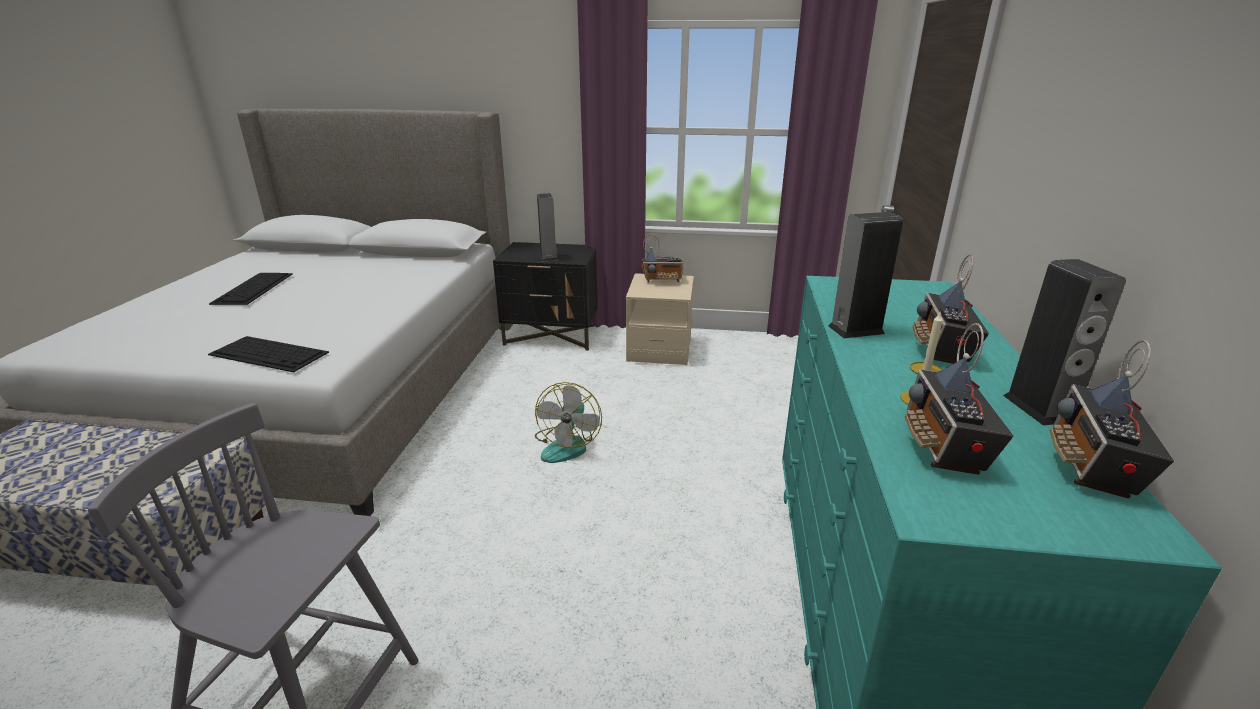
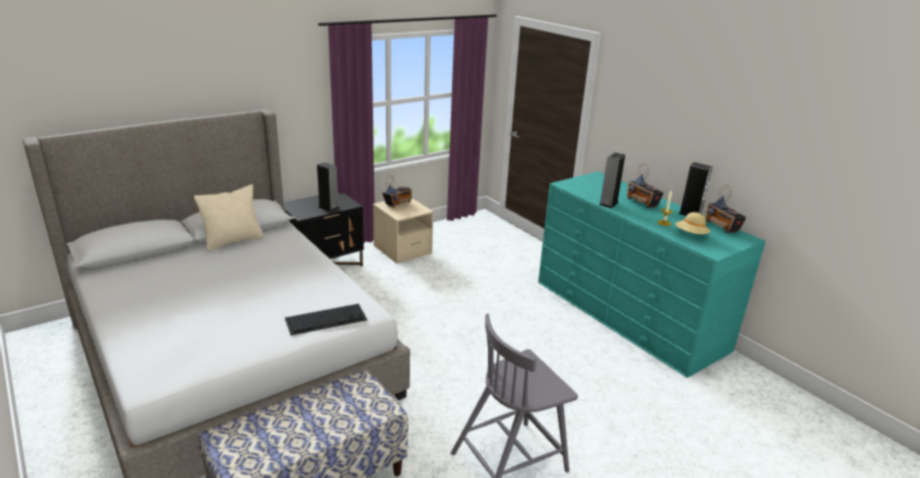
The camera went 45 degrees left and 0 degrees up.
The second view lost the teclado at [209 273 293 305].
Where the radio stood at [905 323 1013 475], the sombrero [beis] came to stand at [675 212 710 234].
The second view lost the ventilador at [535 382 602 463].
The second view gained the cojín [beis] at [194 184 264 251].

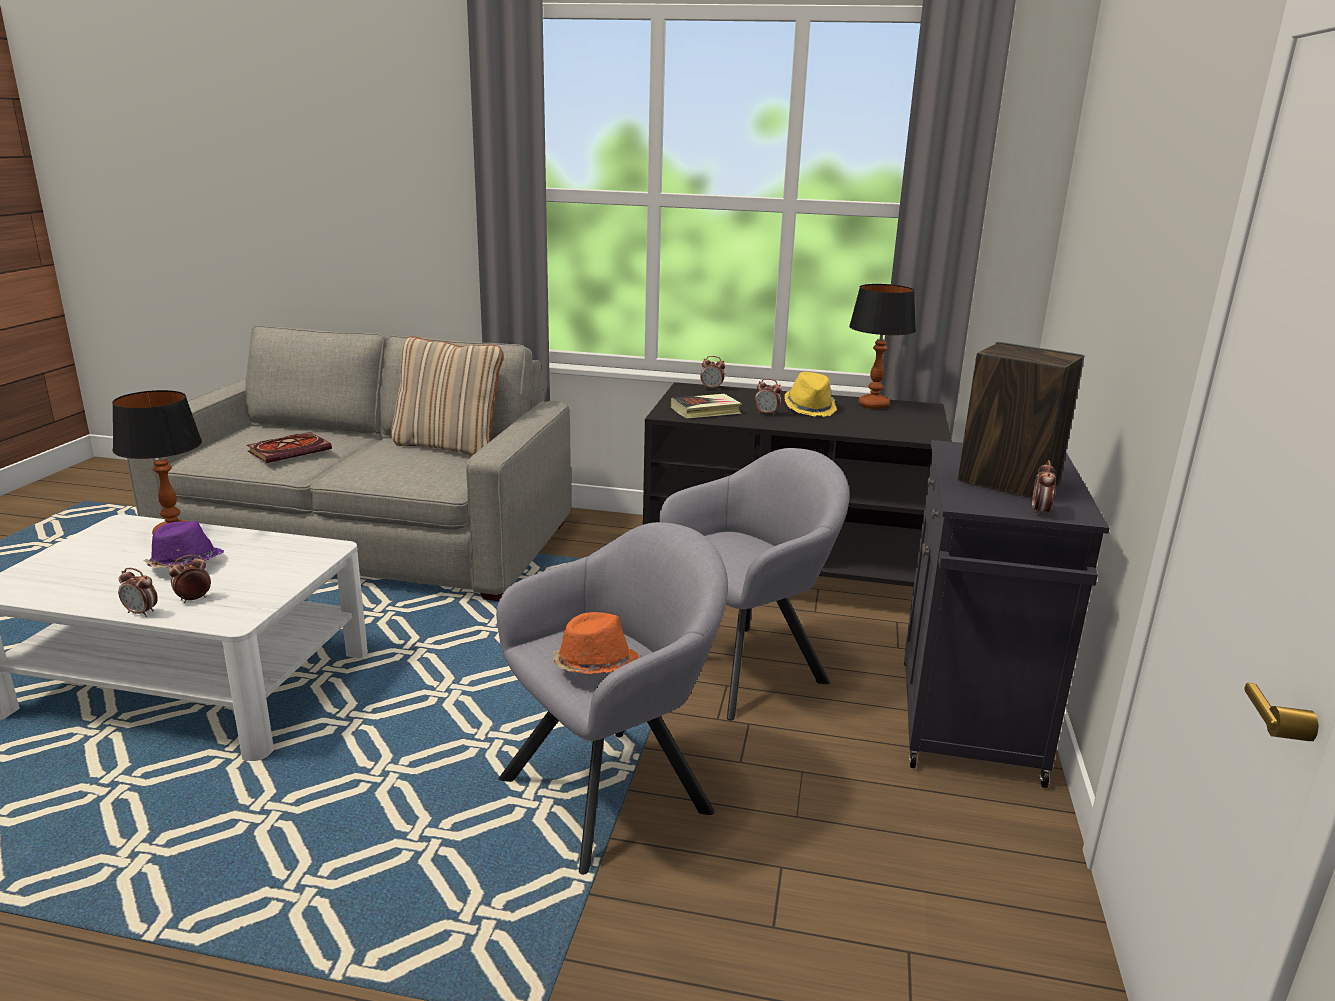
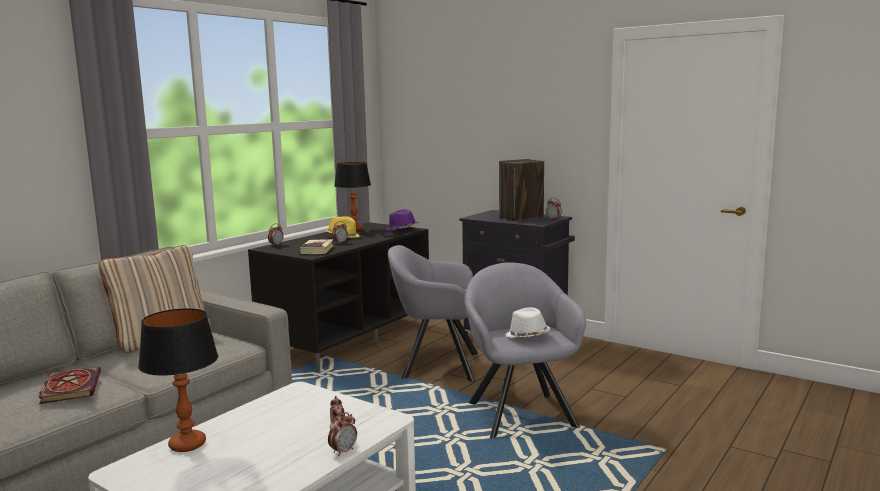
The camera went 65 degrees left and 10 degrees down.
The sillón [gris] at [659 448 849 721] ended up facing another way, 75 degrees counterclockwise from before.
The sombrero [morado] ended up elsewhere, having gone from [144 521 224 568] to [386 209 418 231].
What was the sombrero [naranja] at [553 612 640 674] turned into the sombrero [blanco] at [506 307 550 338].

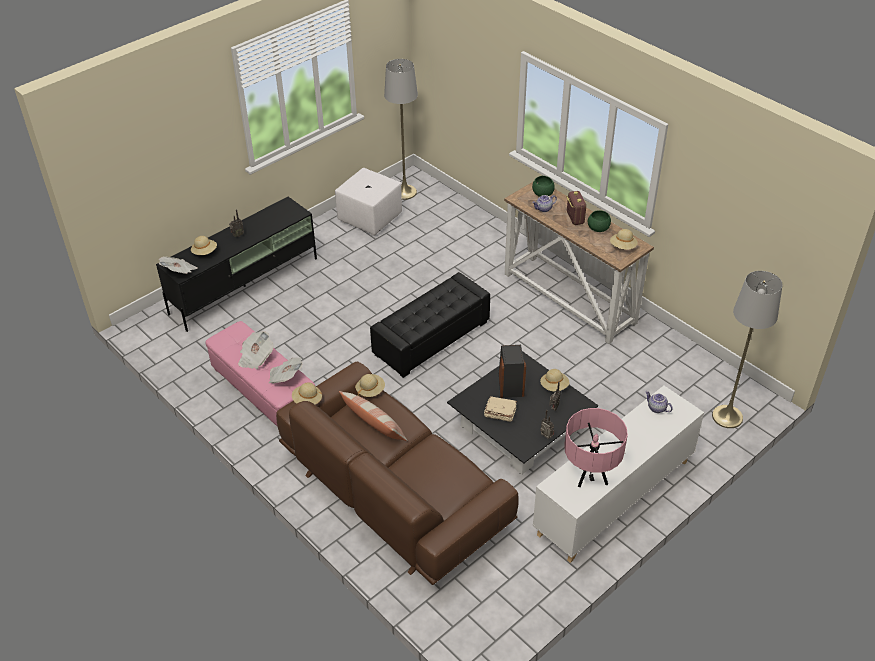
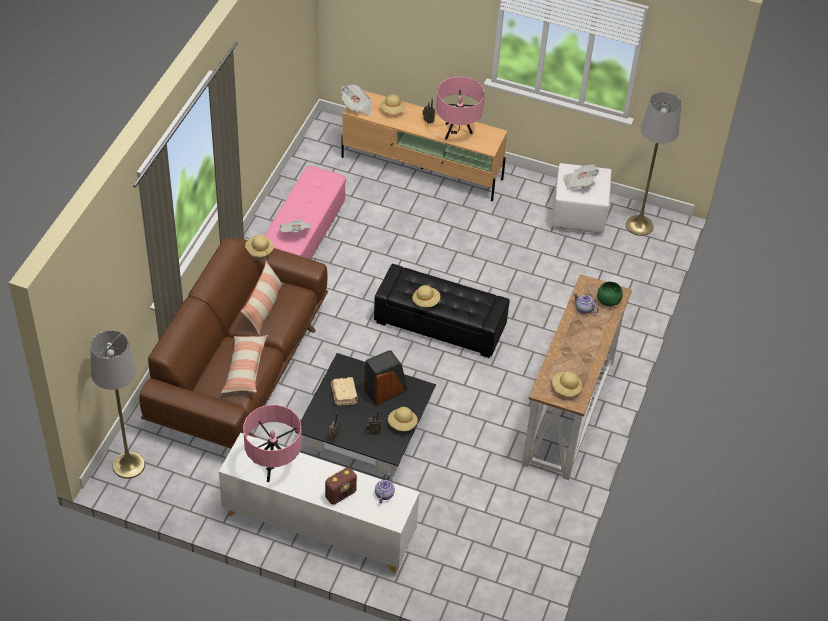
The camera went 60 degrees right and 5 degrees up.
The radio ended up elsewhere, having gone from [566 191 586 225] to [325 467 357 505].
What was the mueble de televisión [negro] at [156 197 317 332] turned into the mueble de televisión [beis] at [341 90 507 201].
The second view lost the cuenco [verde] at [587 210 611 232].
The lámpara de pie [gris] ended up elsewhere, having gone from [712 271 783 428] to [90 330 145 479].
The periódico ended up elsewhere, having gone from [238 331 273 369] to [563 165 599 189].
The sombrero [beis] ended up elsewhere, having gone from [355 374 385 397] to [412 285 440 307].
The second view gained the lámpara de mesa [rosa] at [436 77 485 140].
The second view gained the cojín at [221 335 268 393].

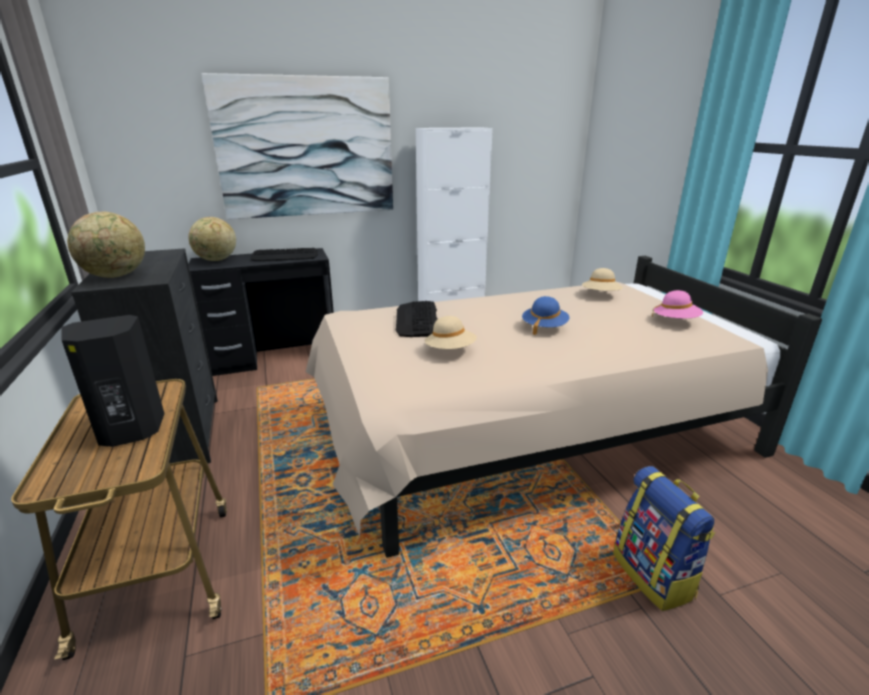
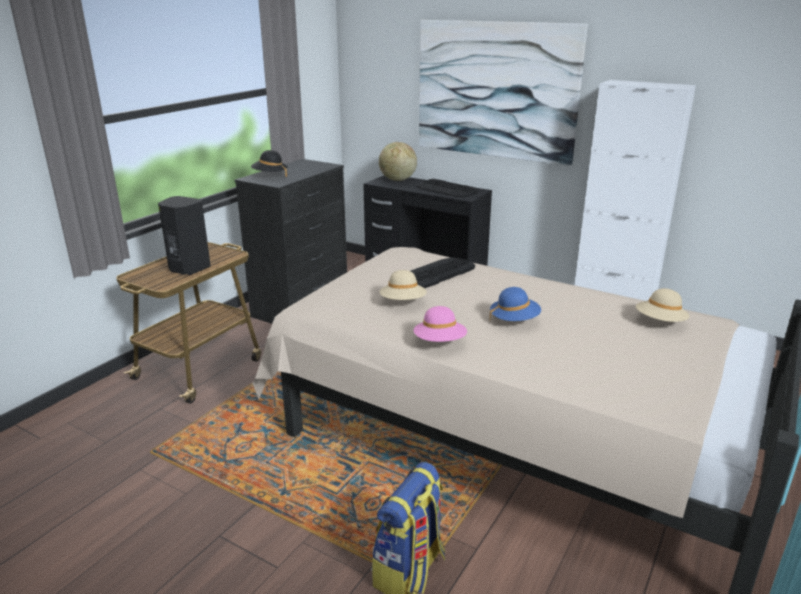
The camera went 50 degrees right and 0 degrees up.
Where the globo terráqueo stood at [67 211 145 278], the sombrero [negro] came to stand at [251 150 288 177].
The sombrero [rosa] ended up elsewhere, having gone from [652 290 703 318] to [414 306 467 342].

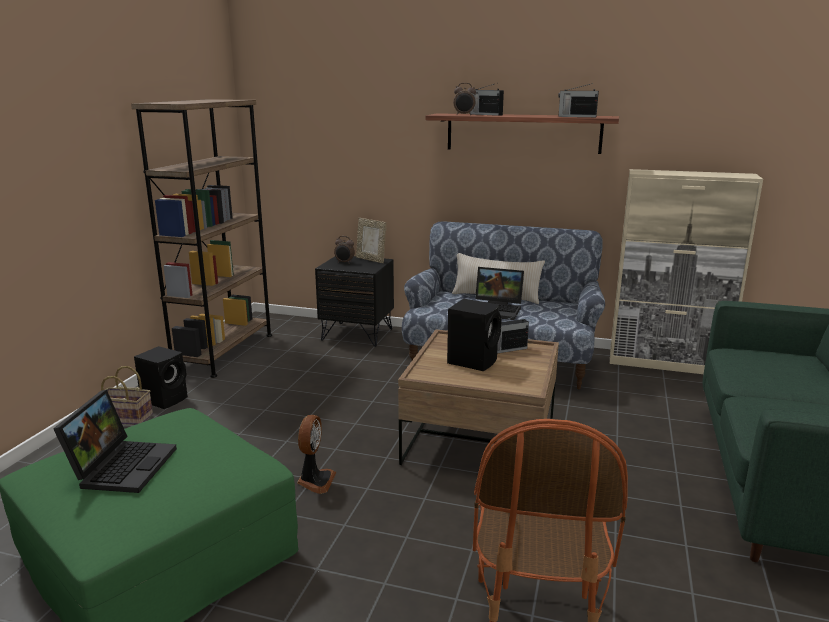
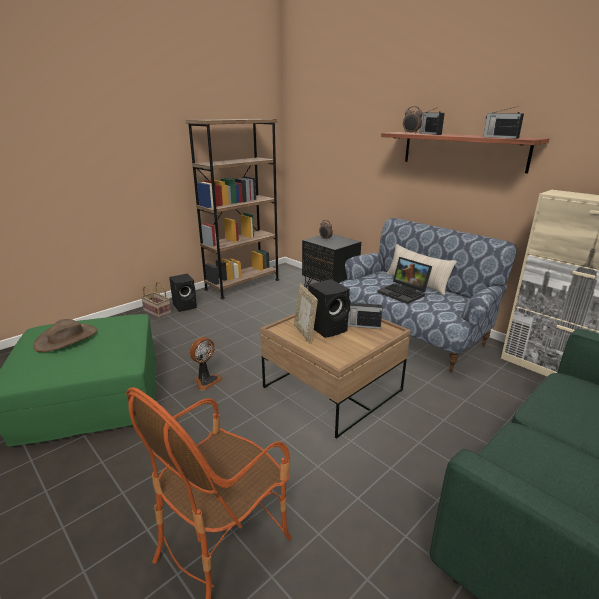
The camera went 30 degrees right and 5 degrees up.
The portarretratos ended up elsewhere, having gone from [356 218 387 263] to [294 284 318 344].
Where the portátil stood at [53 389 177 493], the sombrero [marrón] came to stand at [33 319 98 352].

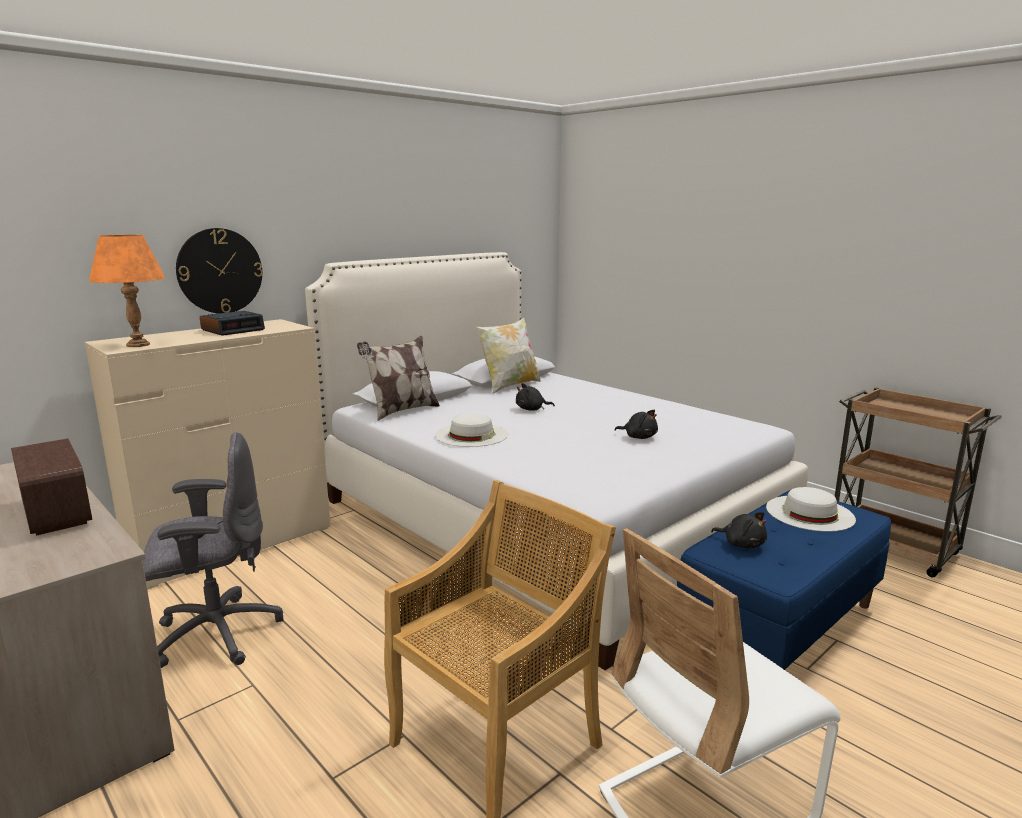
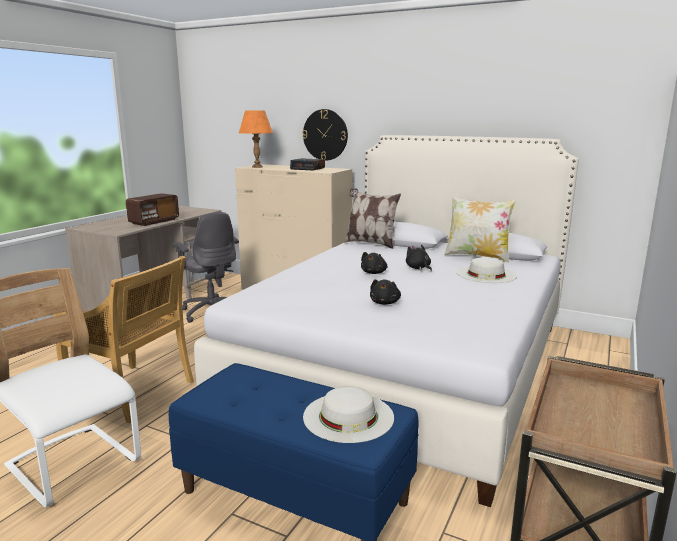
The camera went 70 degrees right and 0 degrees up.
The sombrero [blanco] ended up elsewhere, having gone from [435 413 508 447] to [457 257 517 283].
The peluche [negro] ended up elsewhere, having gone from [711 512 767 548] to [361 252 387 274].

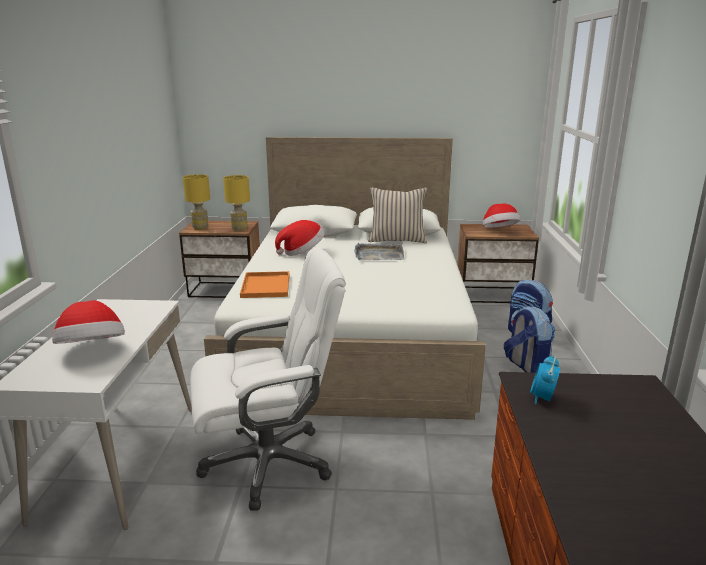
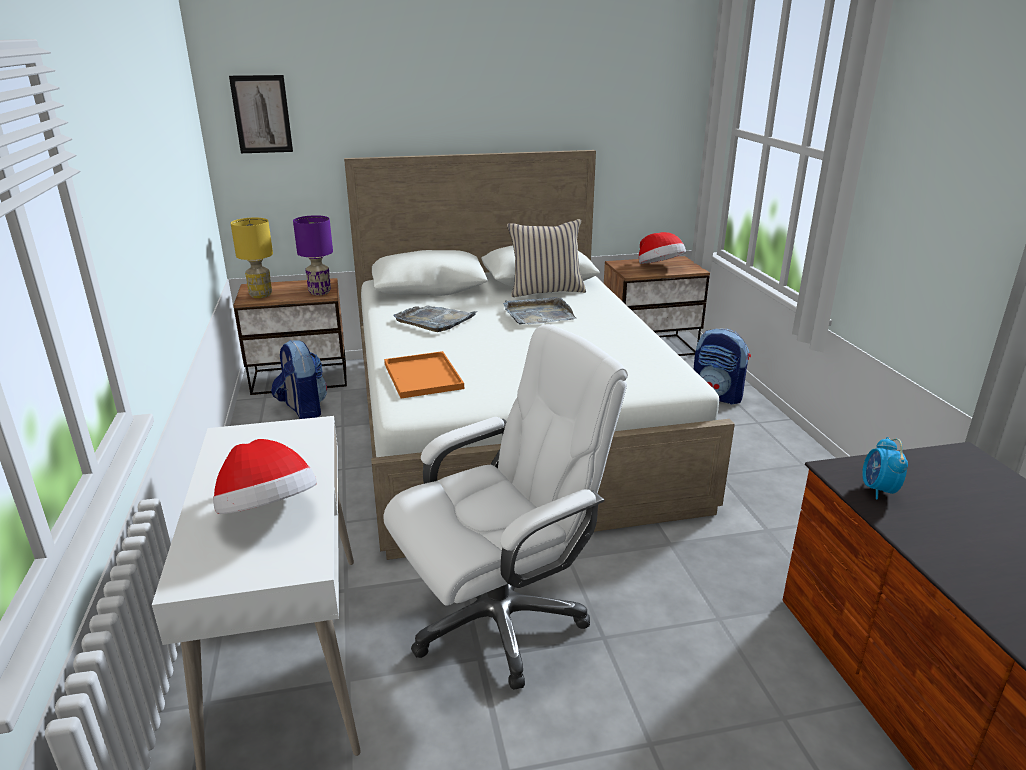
The camera went 15 degrees left and 5 degrees up.
What was the lámpara de mesa [amarillo] at [223 175 250 231] turned into the lámpara de mesa [morado] at [293 215 333 295].
Where the sombrero stood at [275 220 325 256], the bandeja [gris] came to stand at [393 306 478 332].
The mochila ended up elsewhere, having gone from [504 306 555 373] to [271 340 327 419].
The second view gained the cuadro at [229 75 293 153].

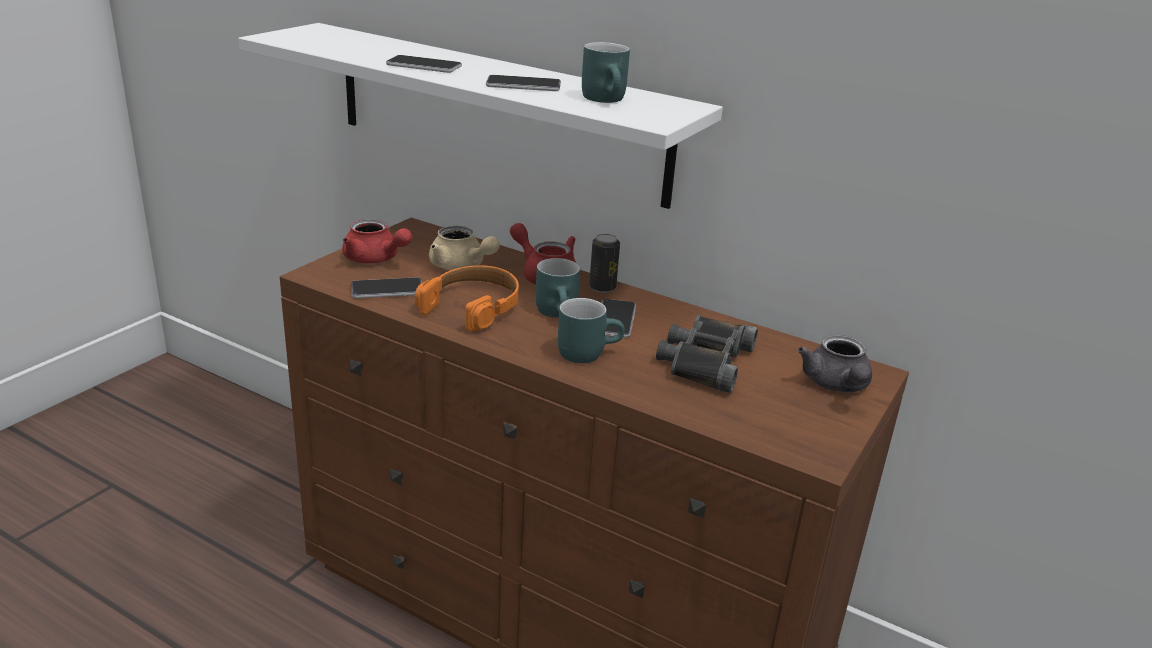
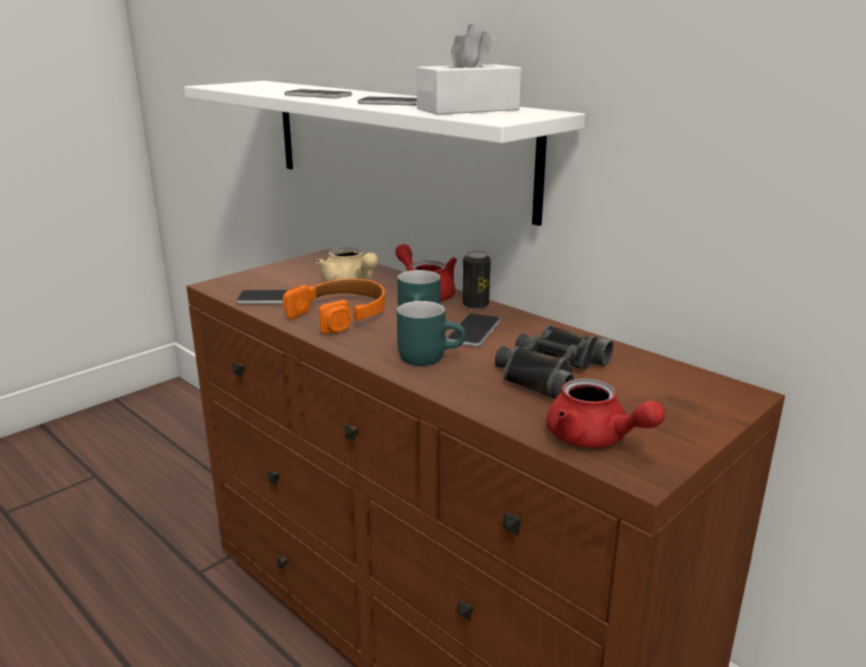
The camera went 15 degrees right and 5 degrees down.
Where the taza grande [turquesa] stood at [582 42 630 103], the caja de pañuelos [blanco] came to stand at [416 24 521 115].
The tetera [rojo] ended up elsewhere, having gone from [342 219 412 264] to [546 378 665 448].
The second view lost the tetera [gris] at [798 335 872 392].

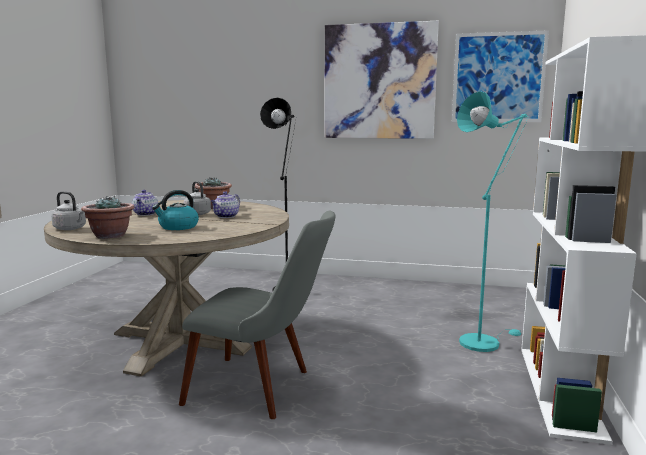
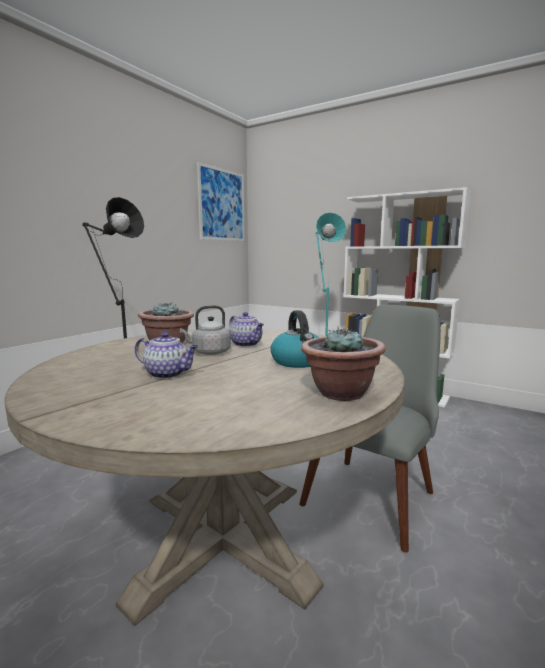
The camera went 70 degrees left and 0 degrees up.
The second view lost the cuadro at [325 21 439 139].
The second view lost the hervidor [gris] at [52 191 86 230].

